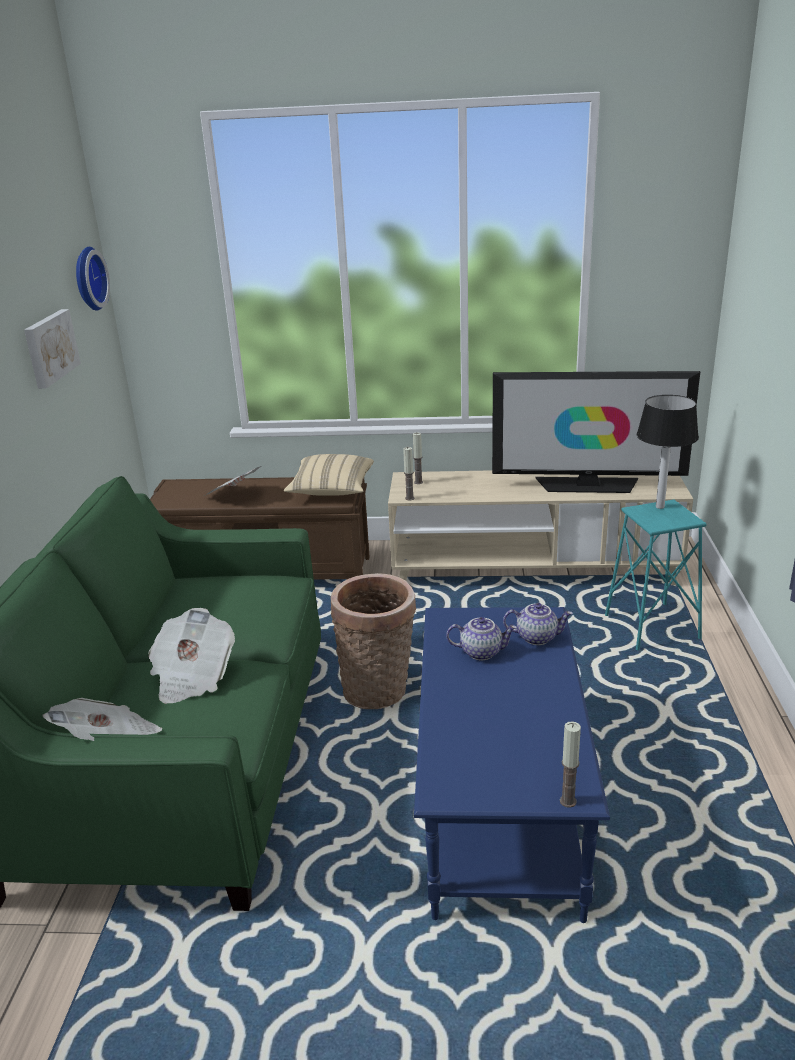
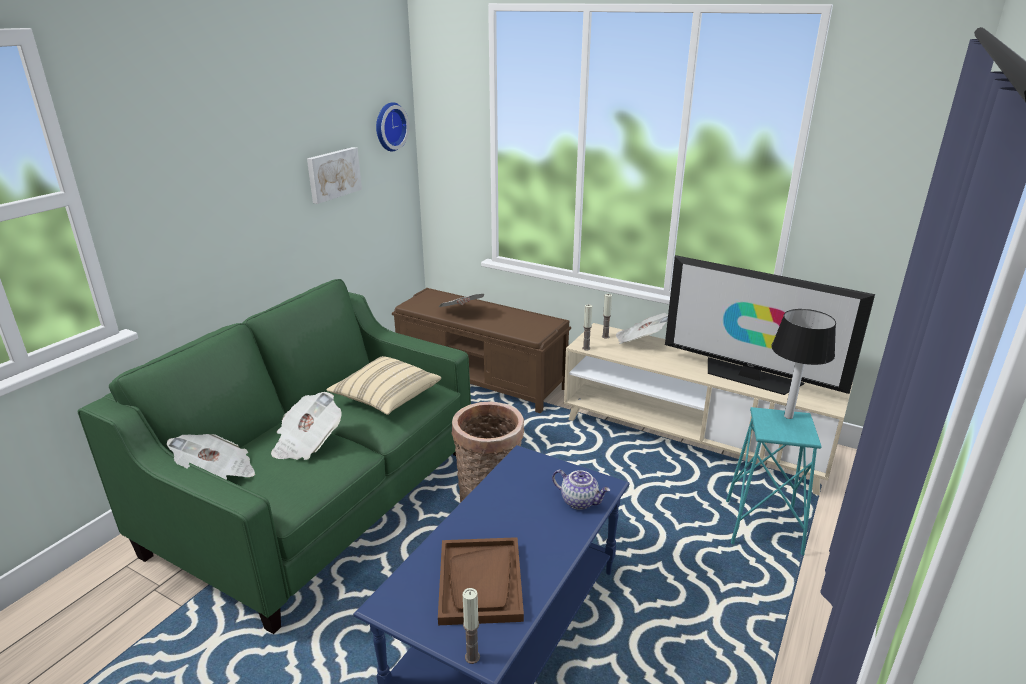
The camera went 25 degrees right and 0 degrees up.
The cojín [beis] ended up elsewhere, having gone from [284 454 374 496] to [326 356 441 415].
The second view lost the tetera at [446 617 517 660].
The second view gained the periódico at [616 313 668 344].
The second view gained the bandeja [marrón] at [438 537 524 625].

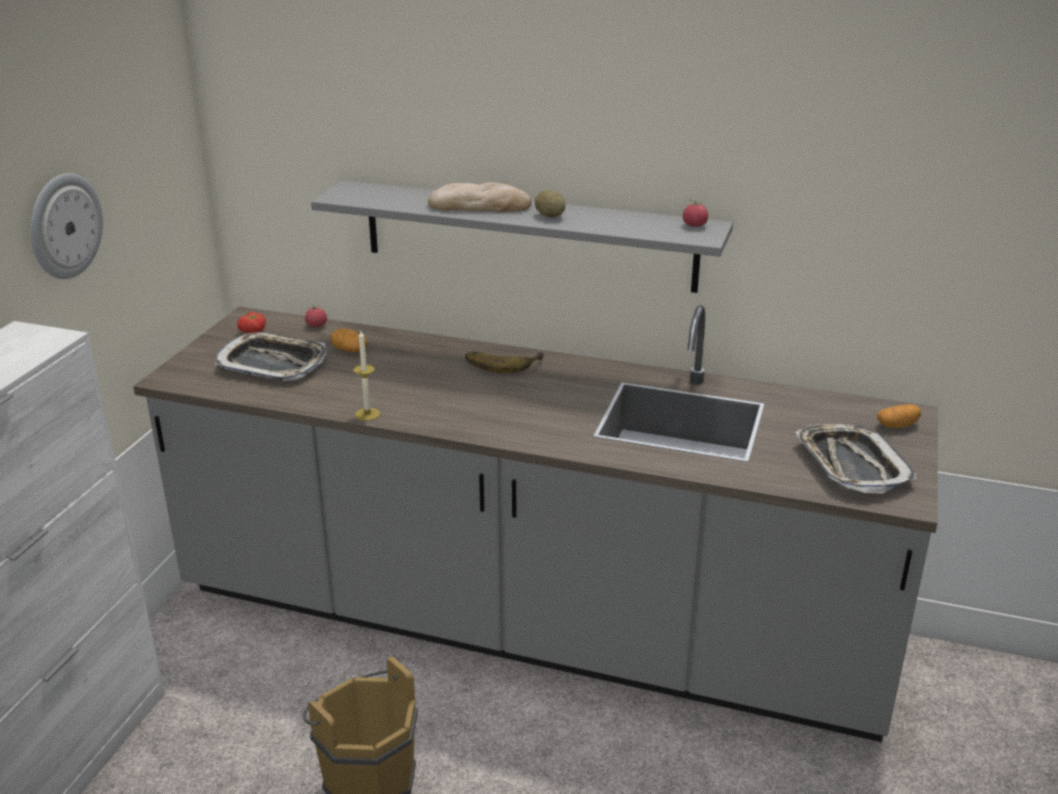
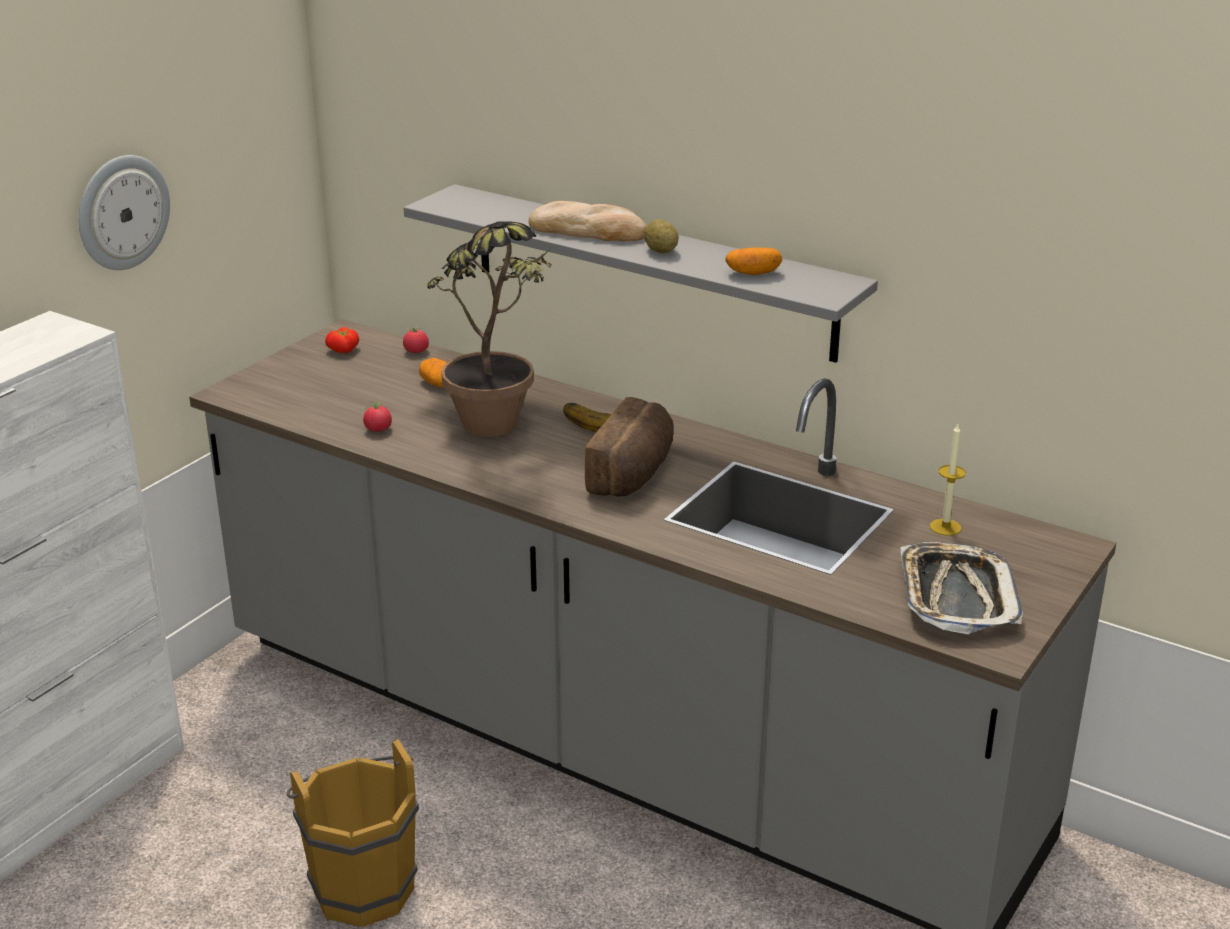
The camera went 15 degrees right and 0 degrees up.
The tomate ended up elsewhere, having gone from [683 200 708 227] to [363 401 392 432].
The vela ended up elsewhere, having gone from [353 331 380 421] to [930 424 966 536].
The second view lost the bandeja at [214 332 326 381].
The patata ended up elsewhere, having gone from [877 404 921 428] to [726 247 782 275].
The second view gained the planta en maceta at [427 221 552 437].
The second view gained the pan at [585 397 674 497].

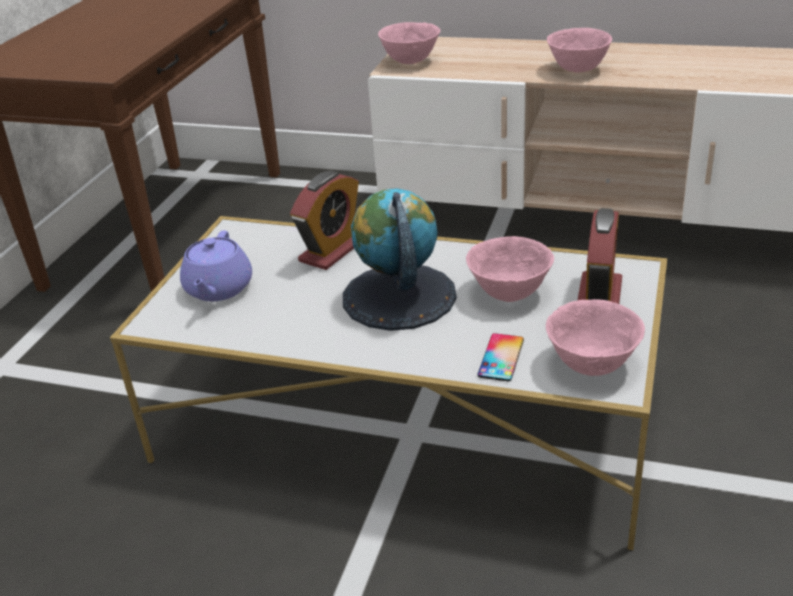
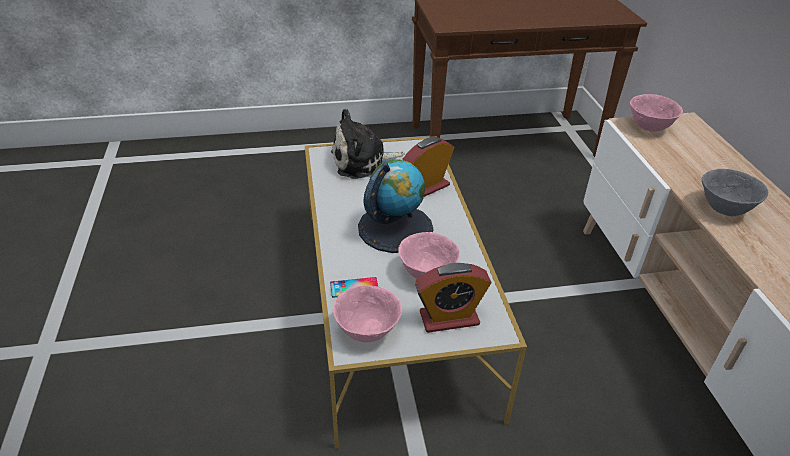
The camera went 60 degrees right and 5 degrees up.
What was the cuenco [rosa] at [547 28 612 73] turned into the cuenco [gris] at [702 169 768 216].
The despertador at [290 171 359 270] ended up facing another way, 135 degrees clockwise from before.
Where the tetera [morado] stood at [180 230 252 301], the peluche came to stand at [331 109 405 179].

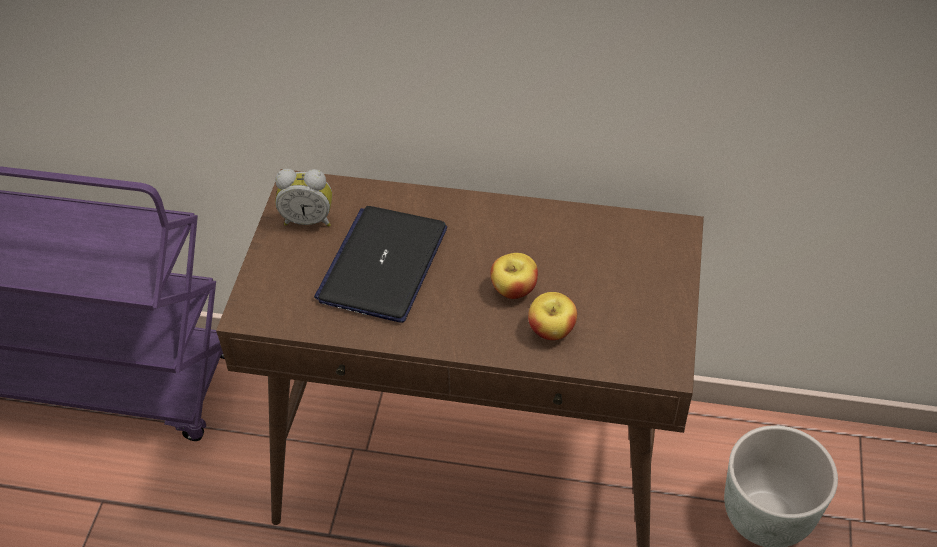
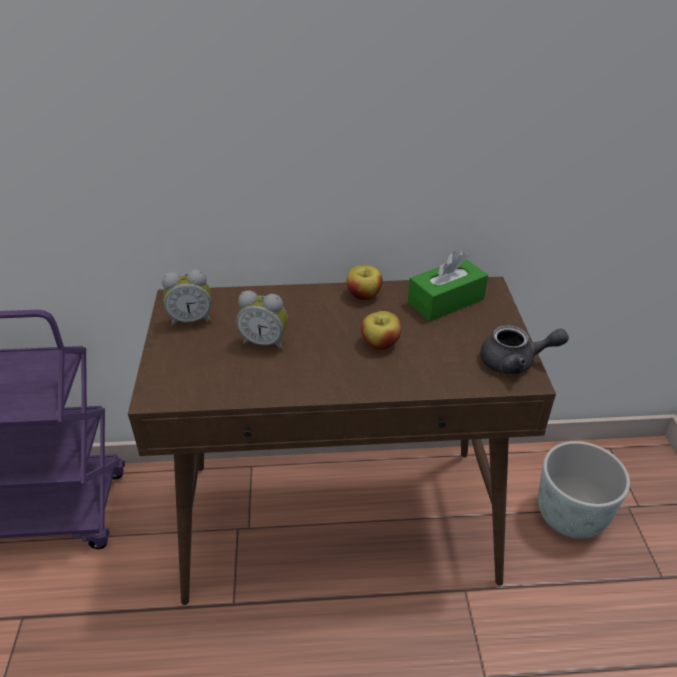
The camera went 15 degrees left and 10 degrees down.
Where the portátil stood at [314 206 447 323], the despertador came to stand at [236 290 288 350].
The manzana ended up elsewhere, having gone from [528 292 577 340] to [346 265 383 300].
The second view gained the caja de pañuelos [verde] at [408 251 488 321].
The second view gained the tetera [gris] at [480 325 569 375].

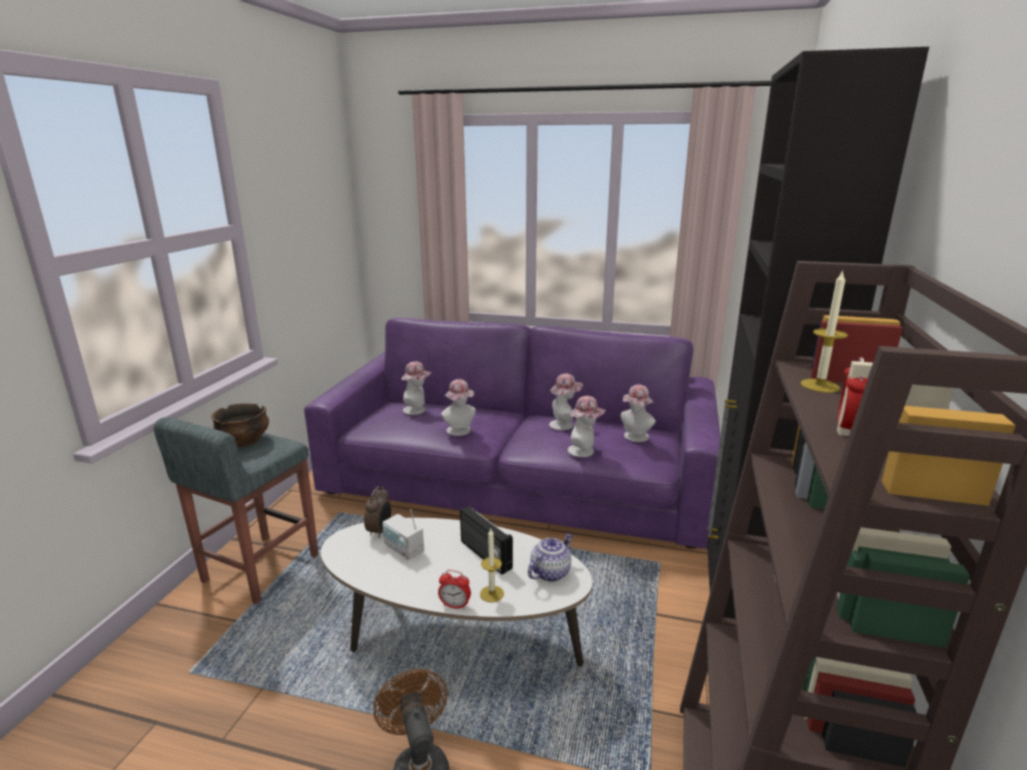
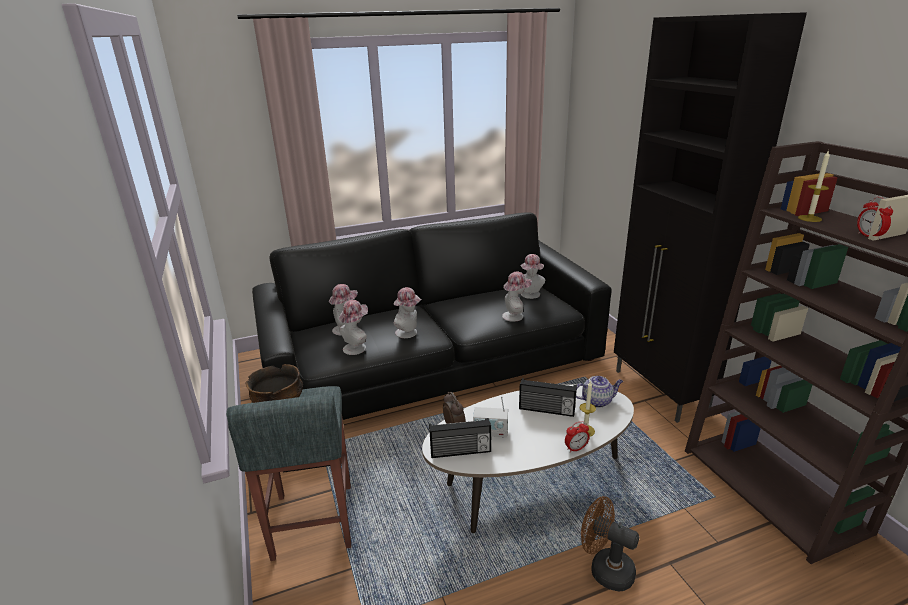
The camera went 35 degrees left and 5 degrees up.
What was the sofá [morado] at [304 318 720 549] turned into the sofá [negro] at [252 212 612 420].
The sombrero ended up elsewhere, having gone from [549 373 583 430] to [339 300 368 355].
The tetera at [528 533 573 582] ended up facing another way, 75 degrees clockwise from before.
The second view gained the radio at [429 418 491 458].

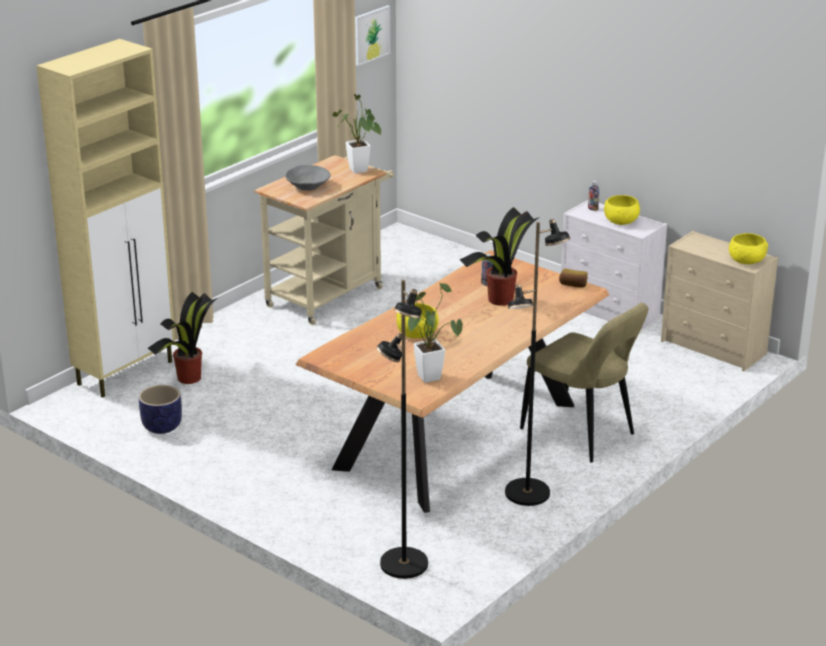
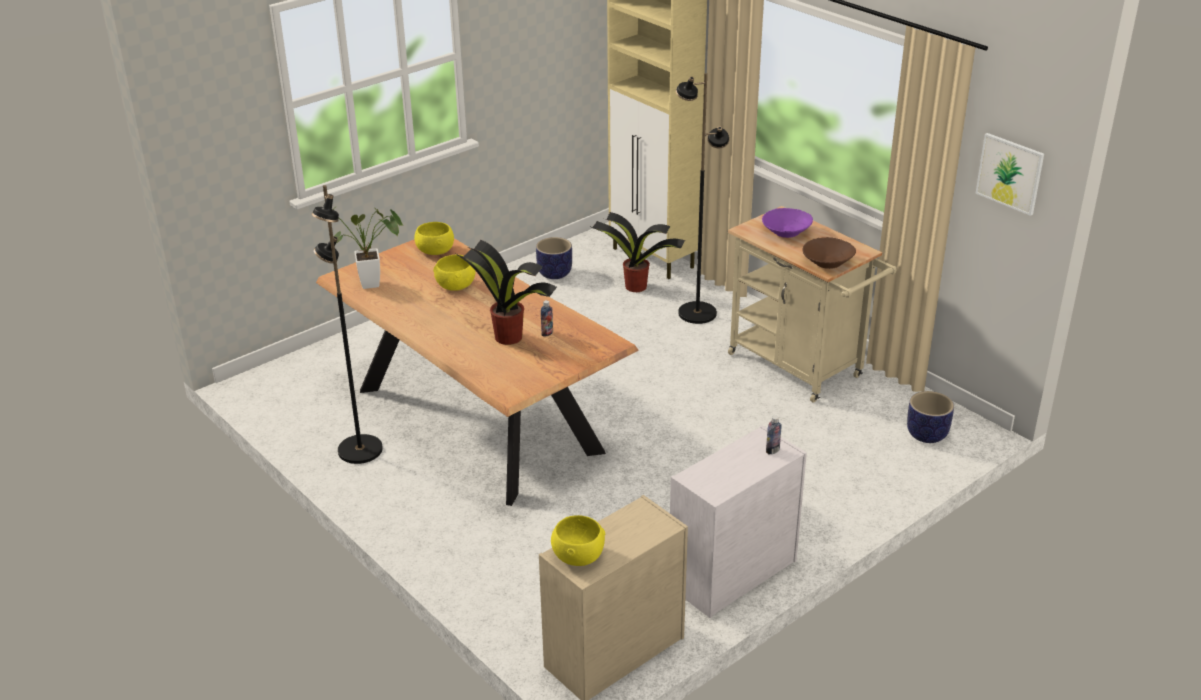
The camera went 100 degrees right and 5 degrees up.
Where the planta en maceta stood at [332 94 381 173], the cuenco [marrón] came to stand at [802 237 856 269].
What was the cuenco [gris] at [285 165 331 191] turned into the cuenco [morado] at [762 208 813 238].
The cuenco [amarillo] ended up elsewhere, having gone from [604 195 640 225] to [414 222 454 255].
The second view lost the pan at [559 268 588 288].
The lámpara de pie [negro] ended up elsewhere, having gone from [377 280 428 579] to [676 73 729 324].
The second view lost the silla [beis] at [520 303 648 463].
The second view gained the maceta at [907 391 954 443].

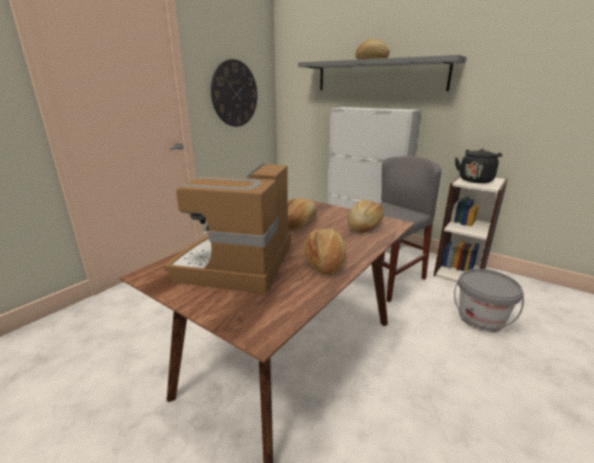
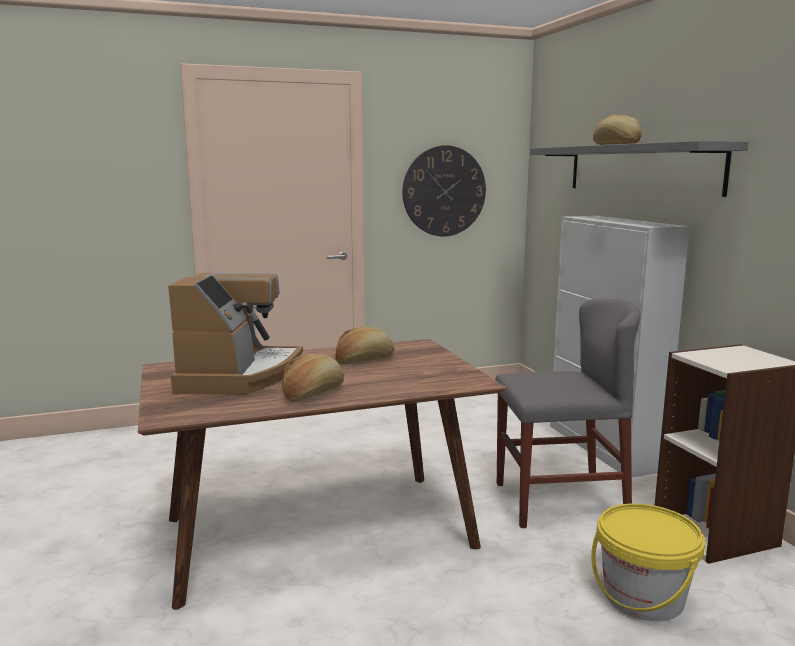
The camera went 35 degrees right and 10 degrees down.
The second view lost the hervidor [negro] at [455 149 502 183].
The cafetera at [164 163 291 294] ended up facing another way, 135 degrees clockwise from before.
The second view lost the pan at [348 199 384 233].
What was the cubo [gris] at [454 269 524 332] turned into the cubo [amarillo] at [591 503 705 621].

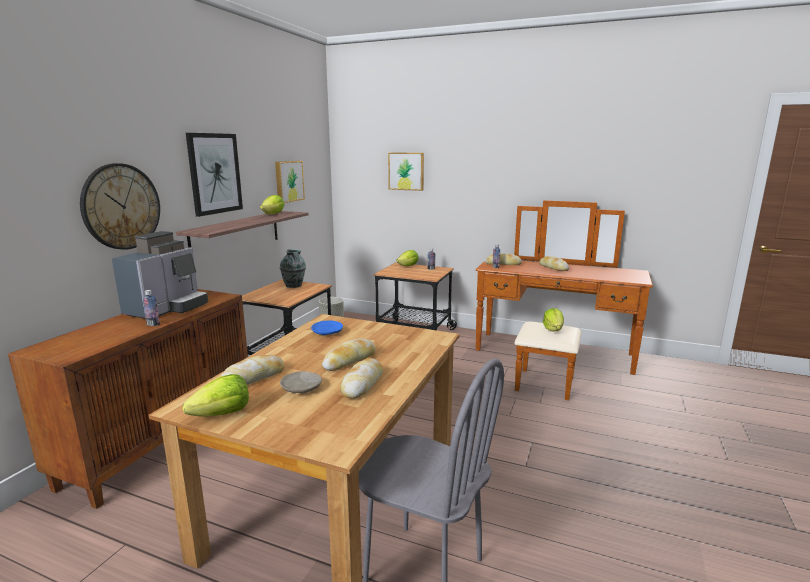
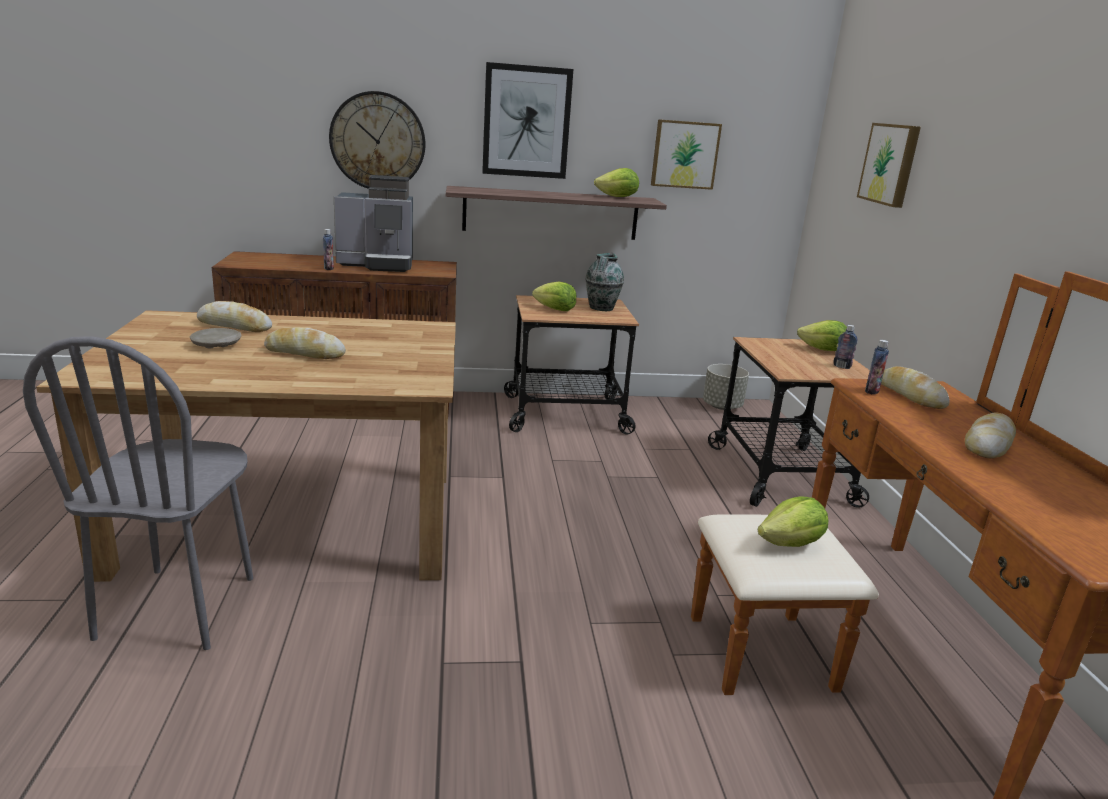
The camera went 60 degrees right and 5 degrees up.
The second view lost the plato [azul] at [311 321 343 335].
The second view lost the pan at [341 358 383 398].
The lechuga ended up elsewhere, having gone from [183 374 249 417] to [532 282 576 311].

